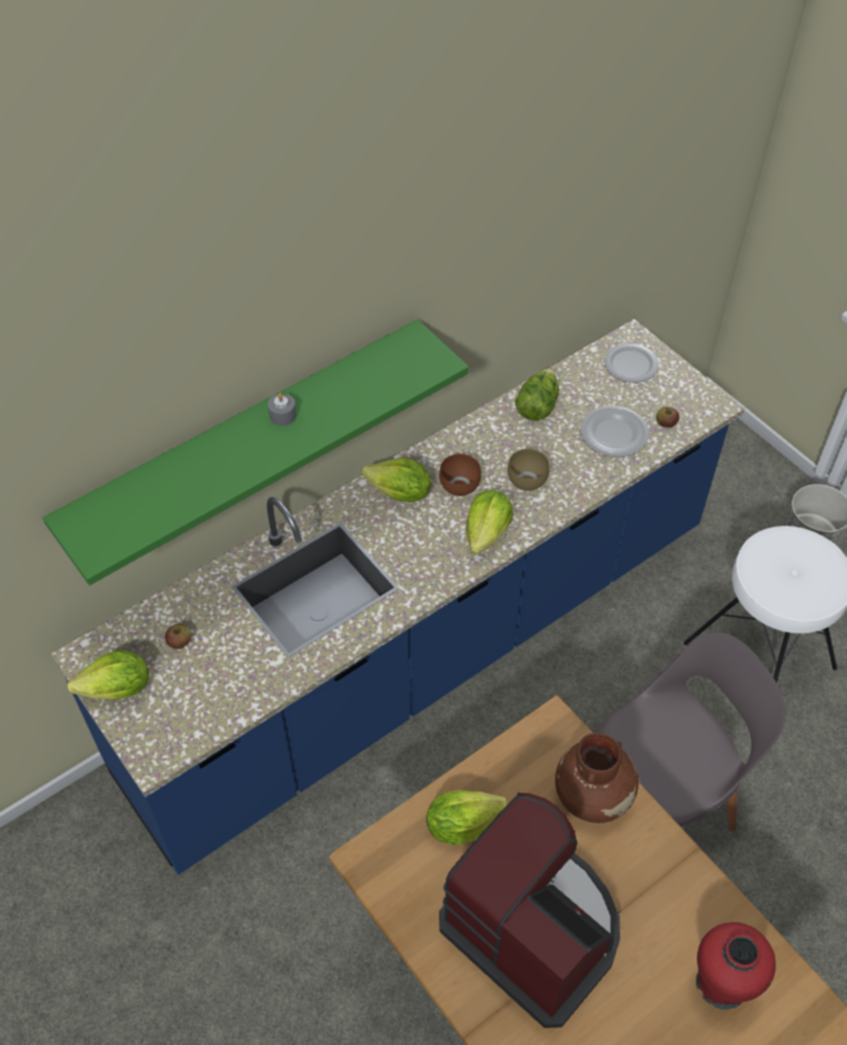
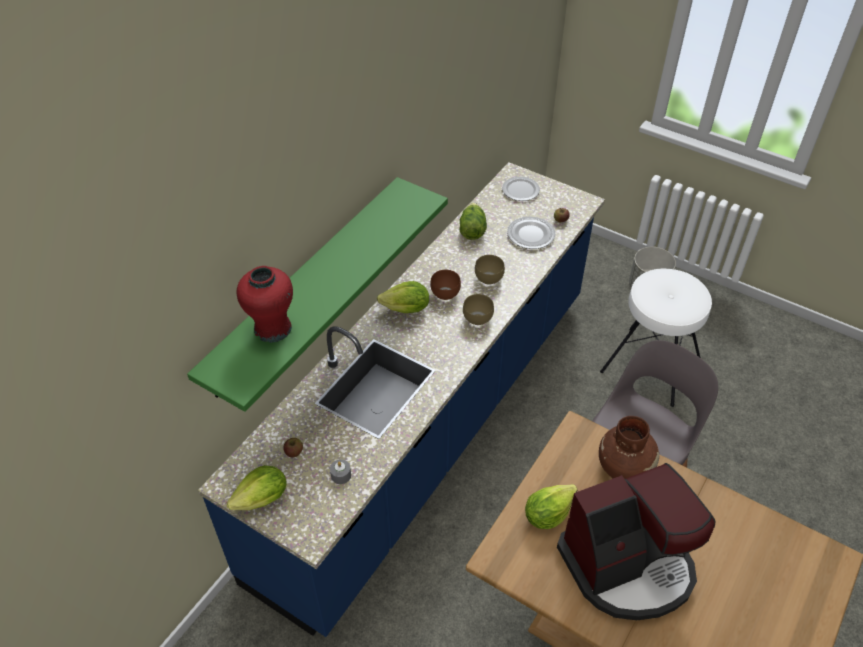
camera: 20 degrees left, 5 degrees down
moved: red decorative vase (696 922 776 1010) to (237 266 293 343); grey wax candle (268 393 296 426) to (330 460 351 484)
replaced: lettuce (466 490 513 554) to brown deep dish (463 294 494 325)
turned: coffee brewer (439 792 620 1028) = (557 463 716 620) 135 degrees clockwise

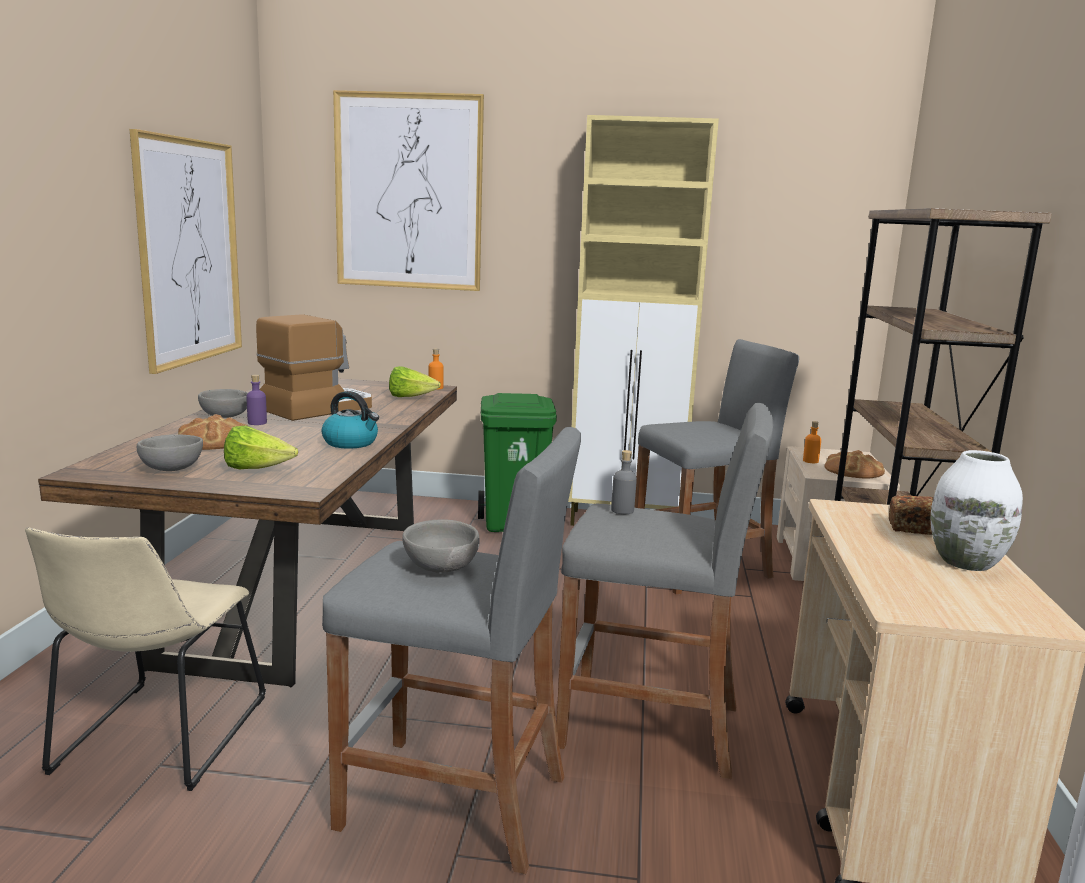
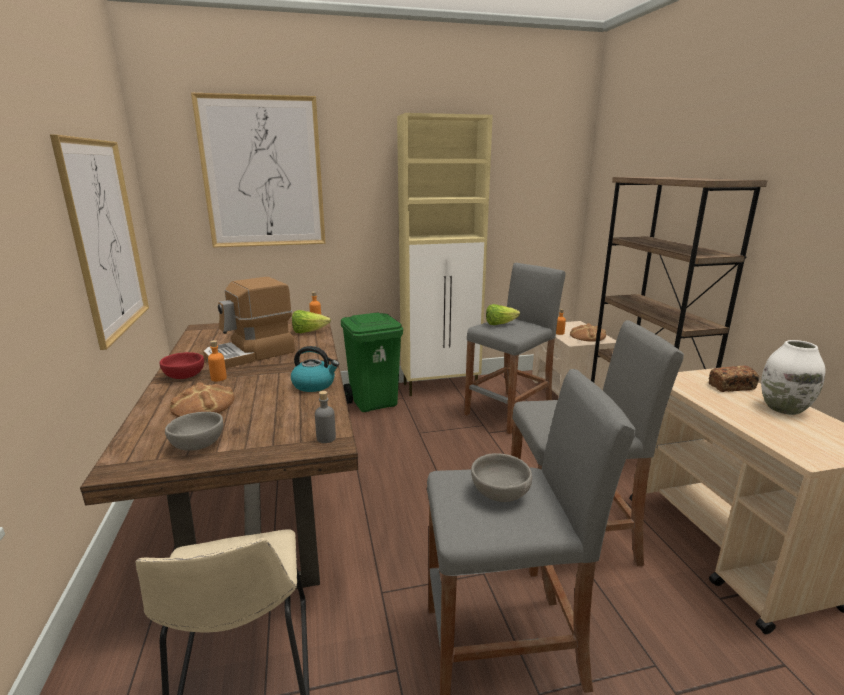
camera: 20 degrees left, 5 degrees up
moved: grey bottle (611 450 637 514) to (315 391 336 443); lettuce (224 425 298 469) to (486 304 520 325)
recoloured: grey deep dish (198 389 248 418) to red deep dish (160 352 204 379); purple-coloured bottle (246 374 267 425) to orange bottle (208 340 227 382)
turned: coffee brewer (256 314 372 421) = (203 277 295 368) 150 degrees counterclockwise

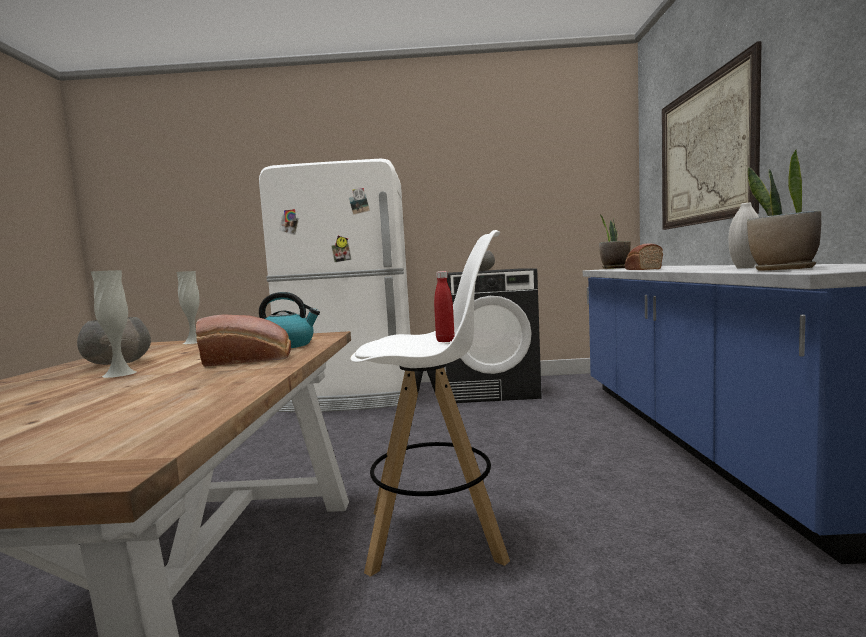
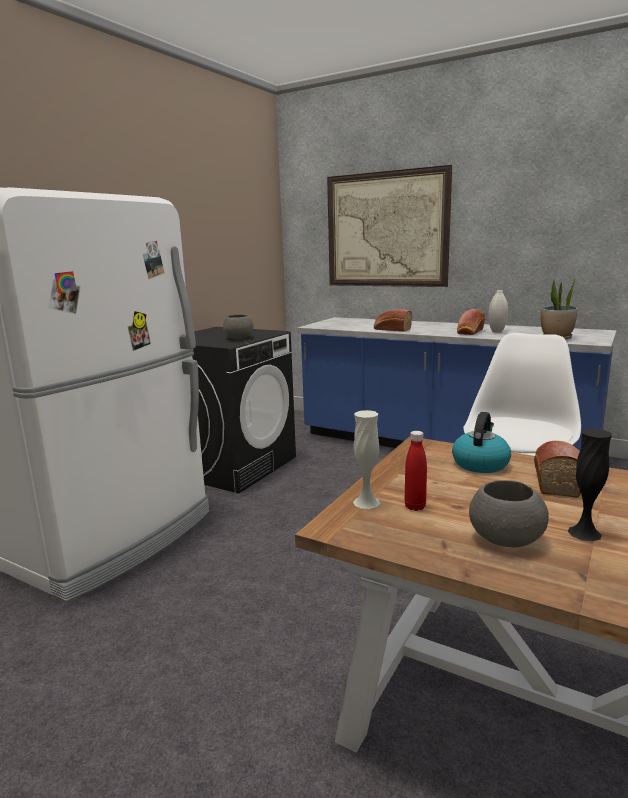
camera: 60 degrees left, 10 degrees up
removed: plant in a pot (599 214 631 269)
added: bread (457 309 485 335)
moved: red bottle (434 271 455 342) to (404 431 427 511)
recoloured: whitish decorative vase (91 270 137 378) to black decorative vase (568 429 612 541)

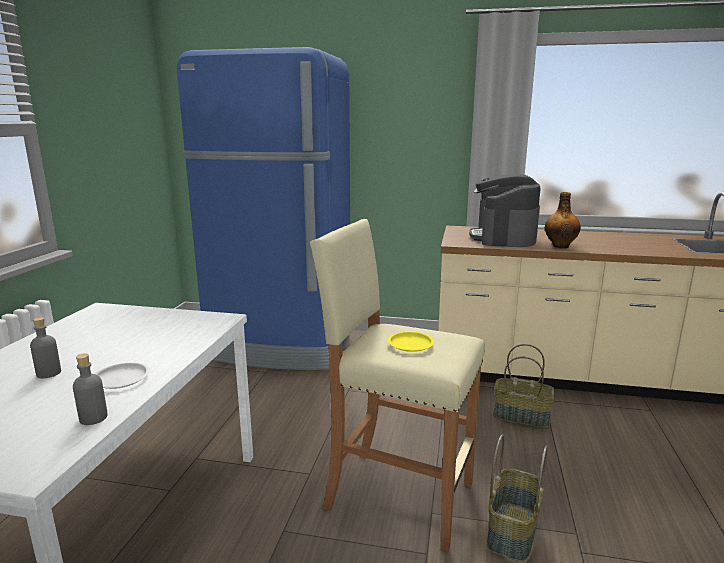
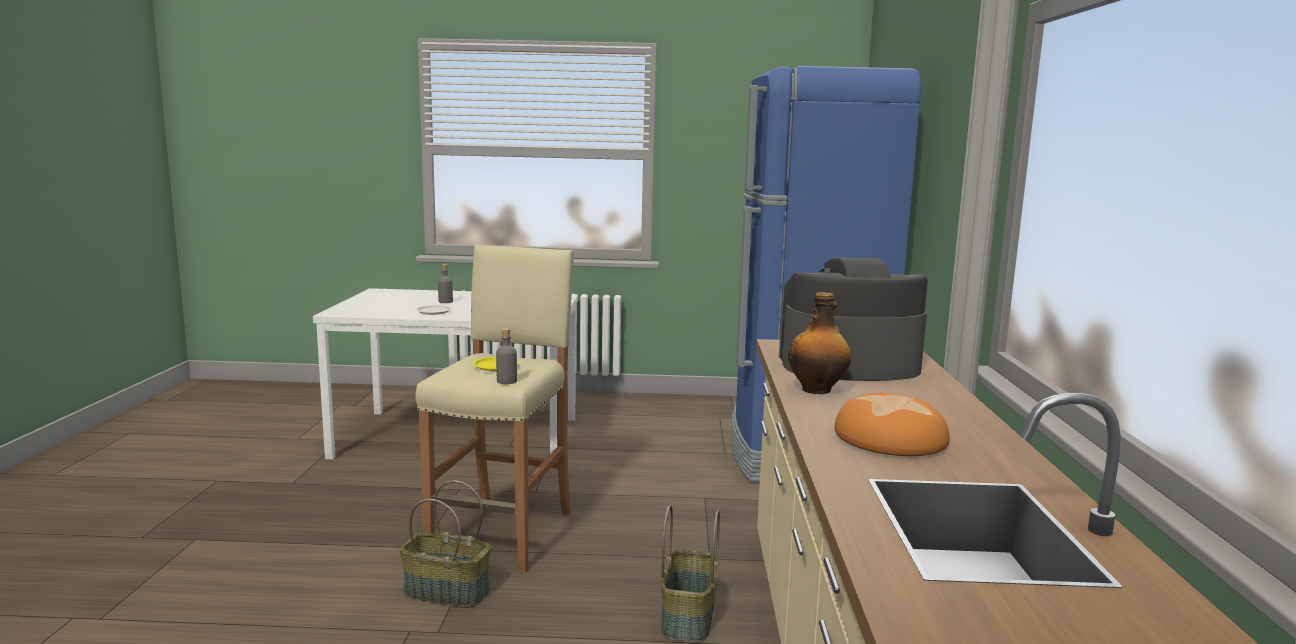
camera: 80 degrees right, 5 degrees down
added: bread (834 393 950 456)
moved: grey bottle (73 353 108 425) to (496 328 517 384)

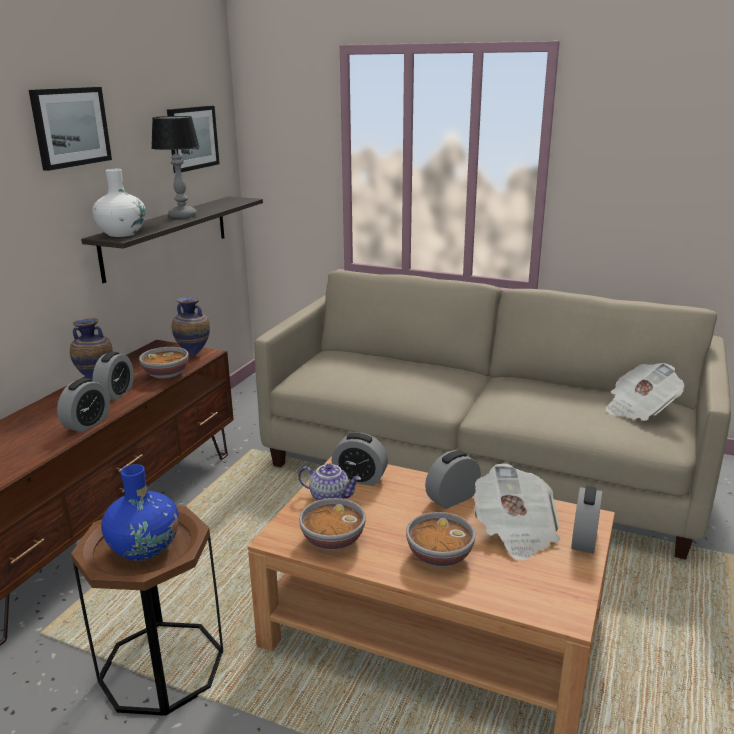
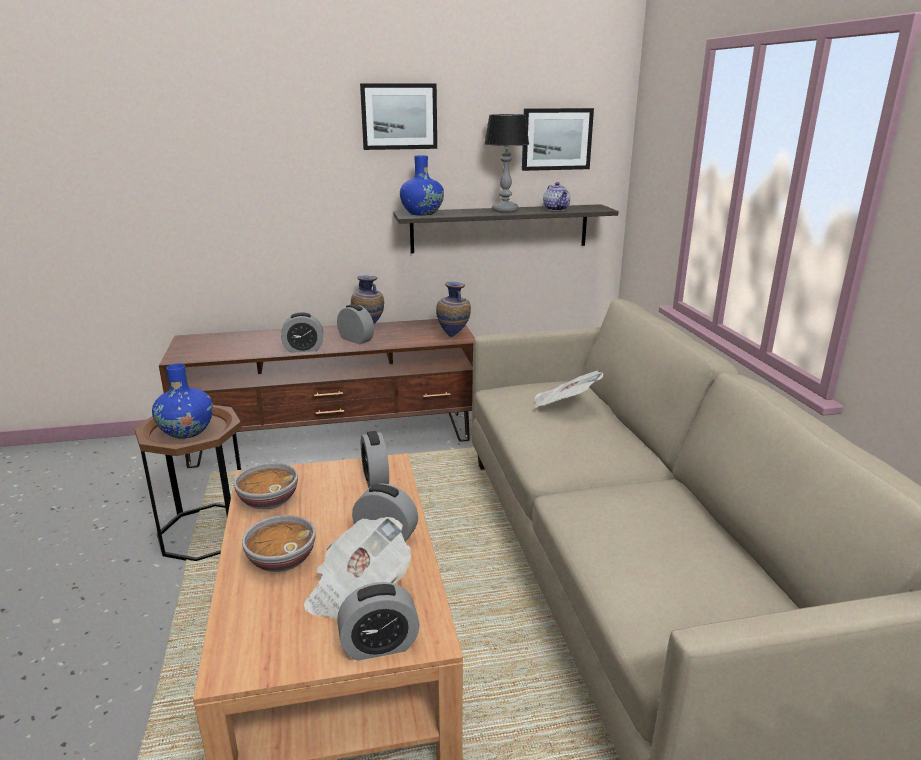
camera: 55 degrees right, 0 degrees up
removed: deep dish (139 347 189 379)
moved: newspaper (605 363 684 421) to (534 371 603 408); pot for tea (298 464 361 501) to (543 182 570 211)
recoloured: whitish decorative vase (92 169 146 237) to blue-coloured decorative vase (400 155 444 216)
turned: bedside clock (92 352 134 401) = (337 304 374 344) 120 degrees counterclockwise

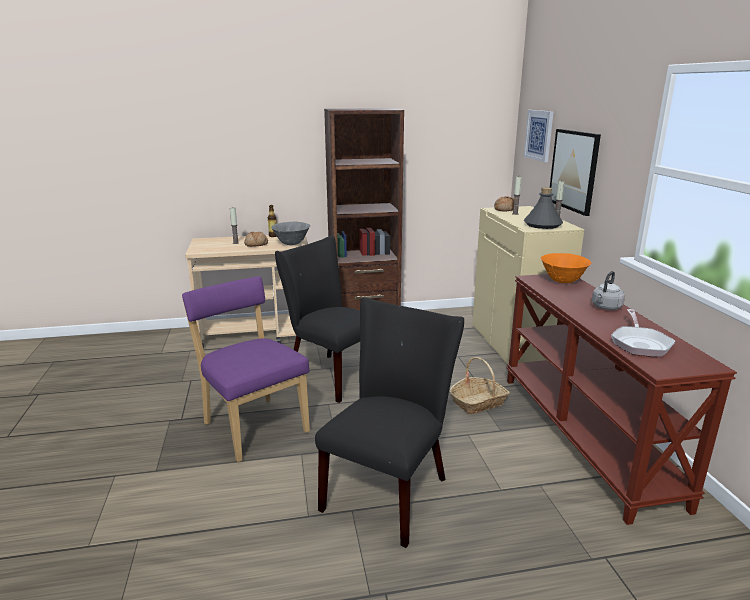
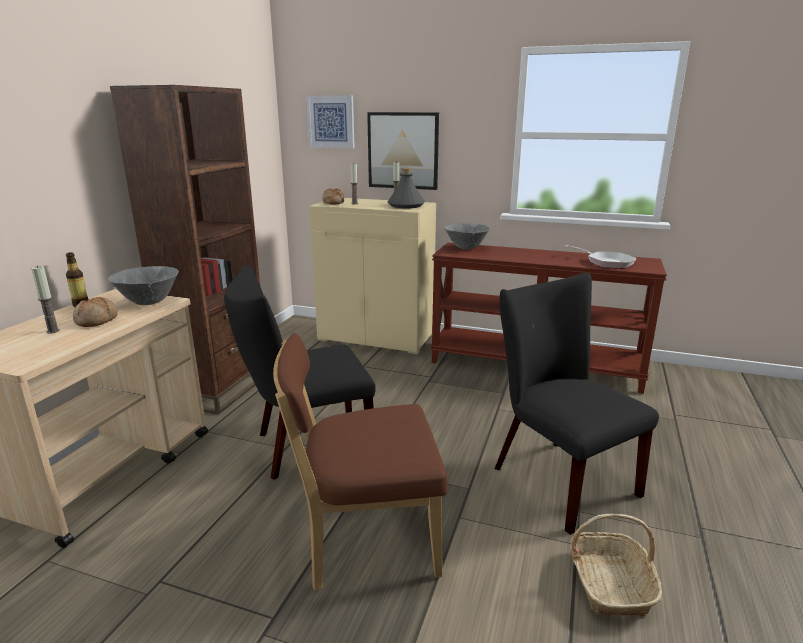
camera: 60 degrees left, 0 degrees up
removed: grey water kettle (592 271 625 310)
moved: storage basket (449 357 510 414) to (570 514 662 616)
recoloured: purple-coloured chair (182 276 310 462) to brown chair (273 333 448 591); orange deep dish (541 253 591 283) to grey deep dish (444 223 490 249)

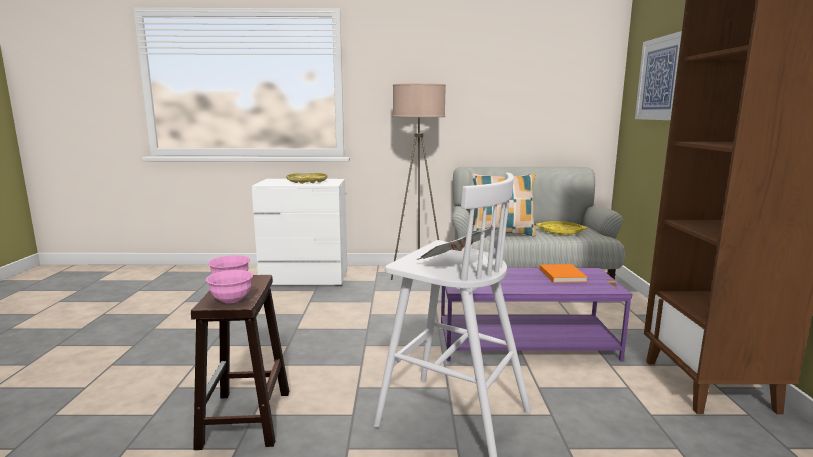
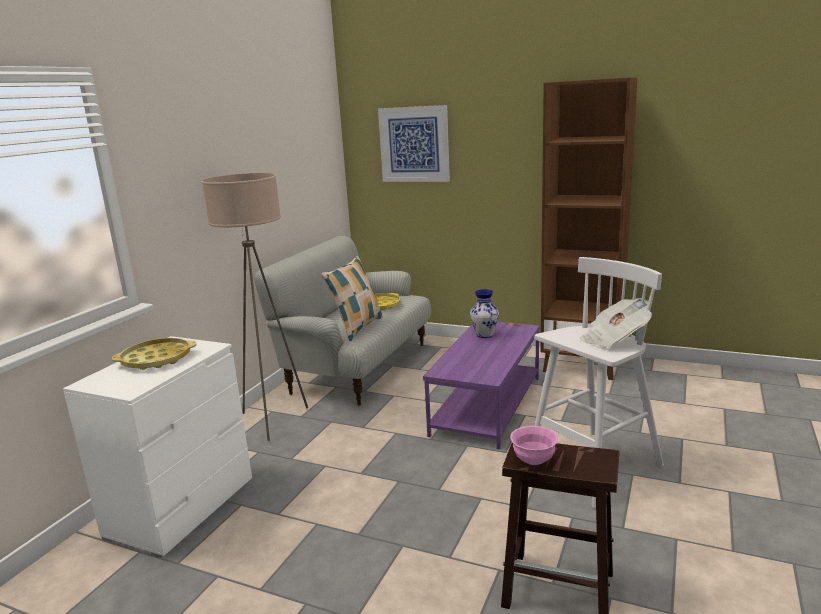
camera: 65 degrees left, 5 degrees up
removed: pink-coloured deep dish (206 270 253 304)
replaced: orange bound book (540 264 588 283) to decorative vase (470 289 499 338)

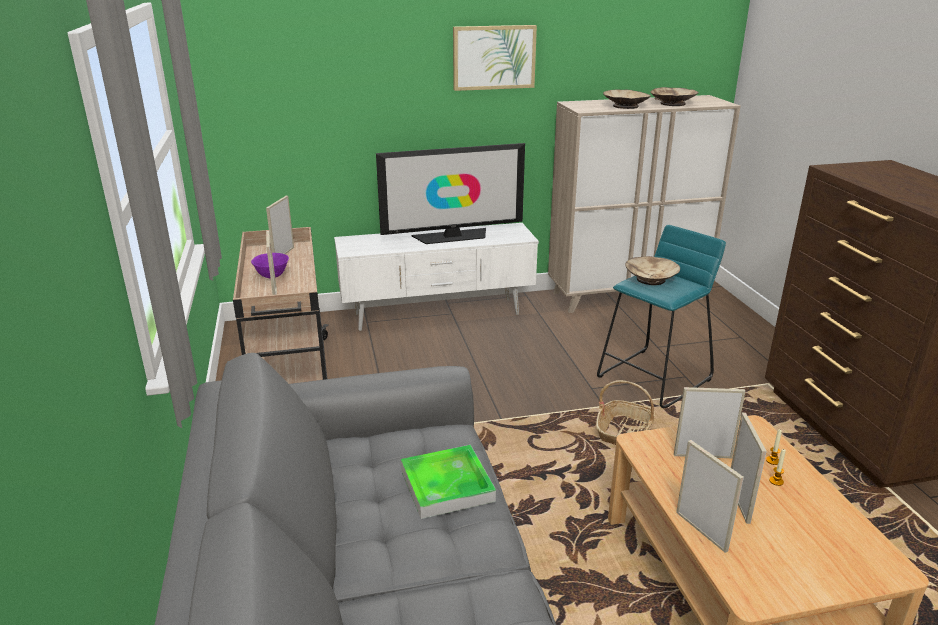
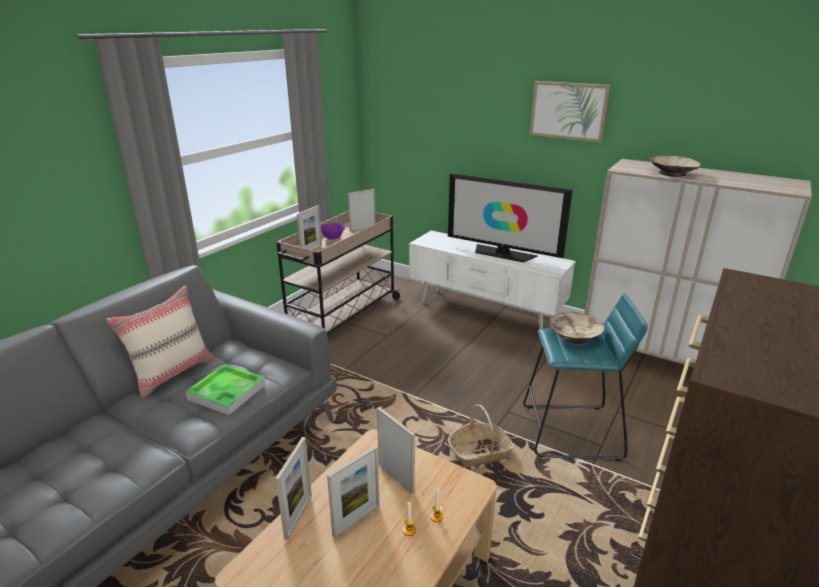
camera: 45 degrees right, 0 degrees up
removed: beige-coloured deep dish (651 87 699 106)
added: beige-coloured throw pillow (106 286 215 398)

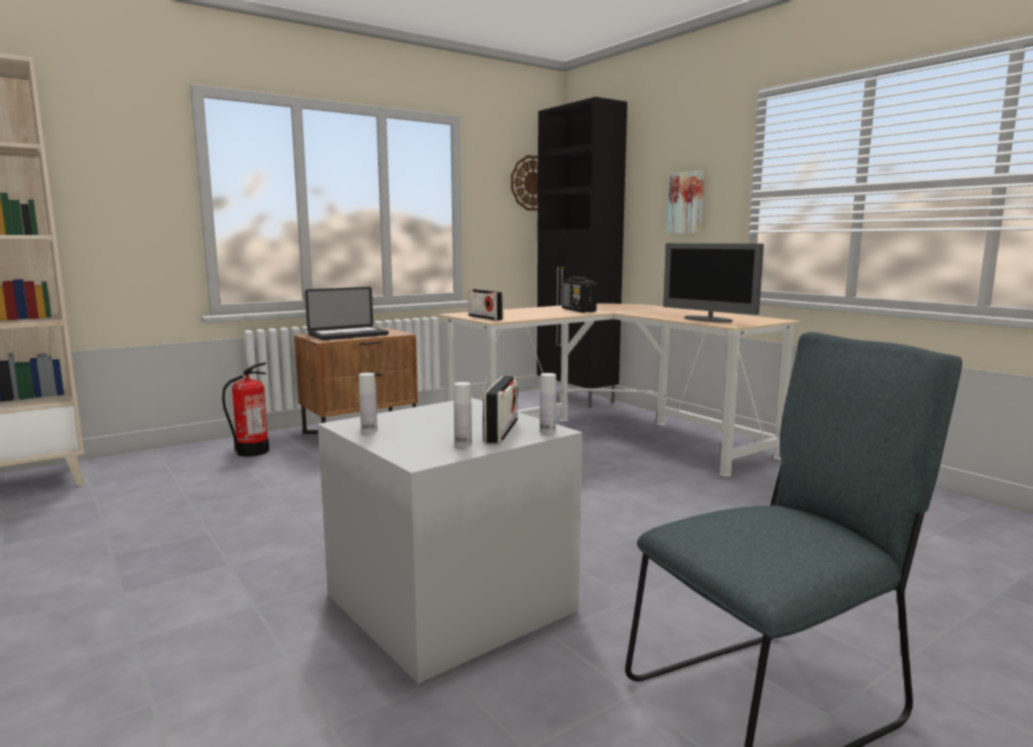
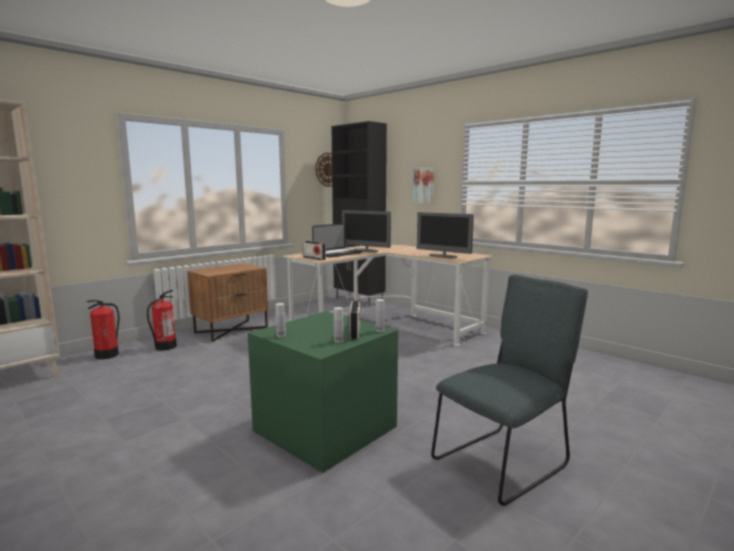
camera: 10 degrees left, 0 degrees up
added: fire-fighting cylinder (86 300 120 359)
moved: notebook computer (305 287 389 340) to (312 223 362 258)
replaced: radio (562 277 597 313) to monitor (342 210 391 252)
recoloured: grey storage bin (318 398 582 684) to green storage bin (248 311 398 473)

